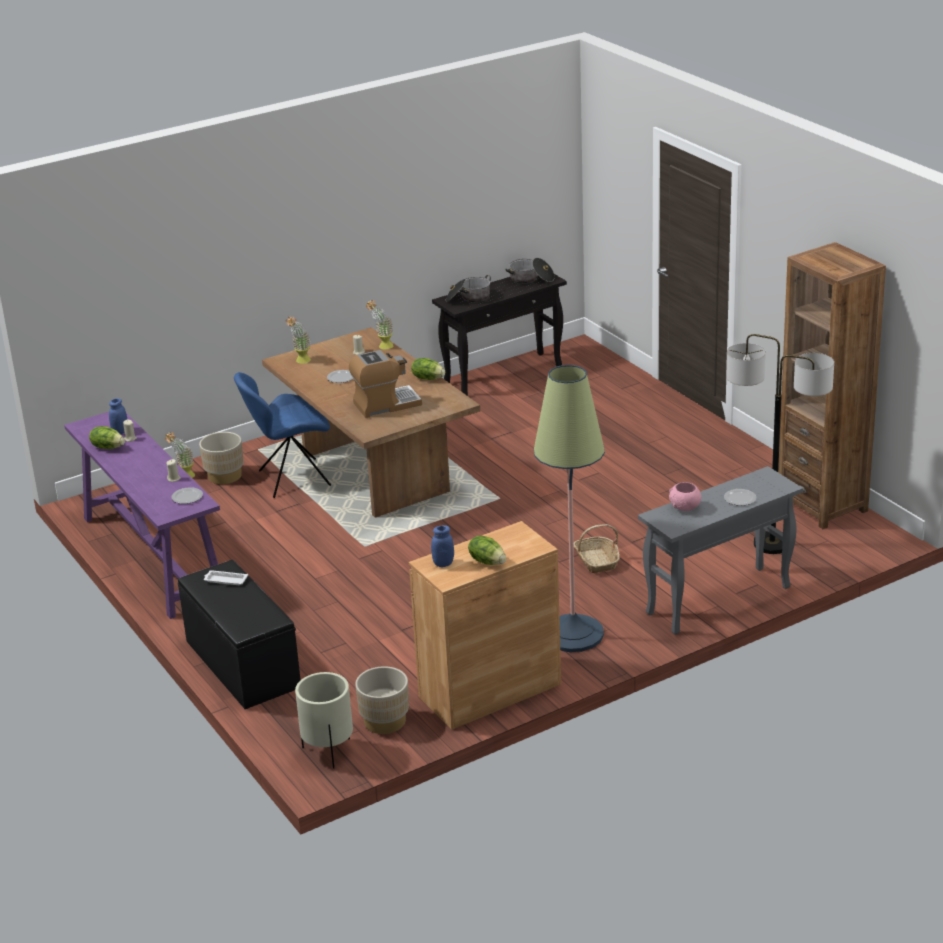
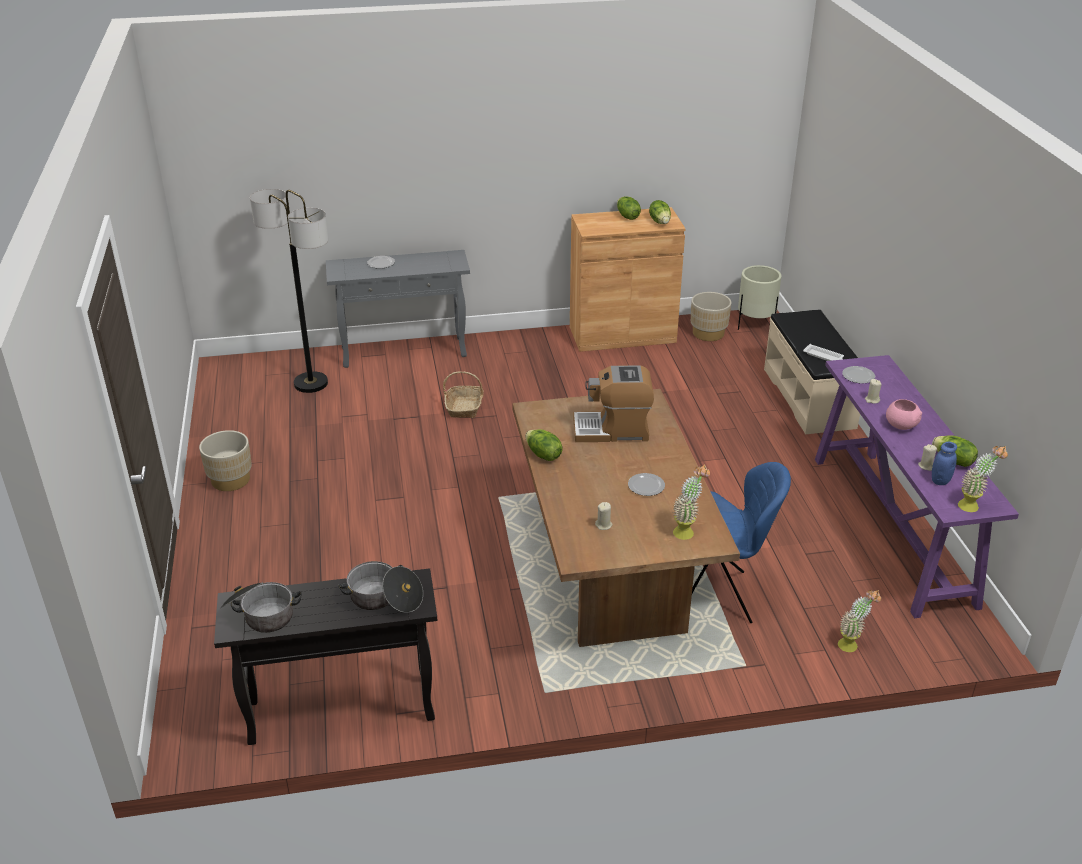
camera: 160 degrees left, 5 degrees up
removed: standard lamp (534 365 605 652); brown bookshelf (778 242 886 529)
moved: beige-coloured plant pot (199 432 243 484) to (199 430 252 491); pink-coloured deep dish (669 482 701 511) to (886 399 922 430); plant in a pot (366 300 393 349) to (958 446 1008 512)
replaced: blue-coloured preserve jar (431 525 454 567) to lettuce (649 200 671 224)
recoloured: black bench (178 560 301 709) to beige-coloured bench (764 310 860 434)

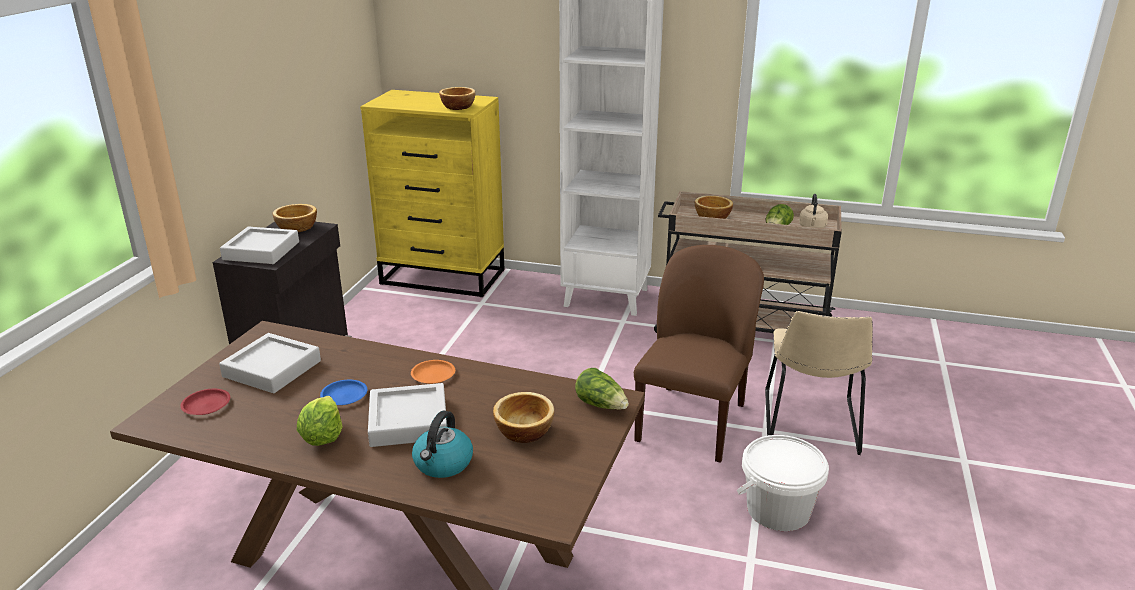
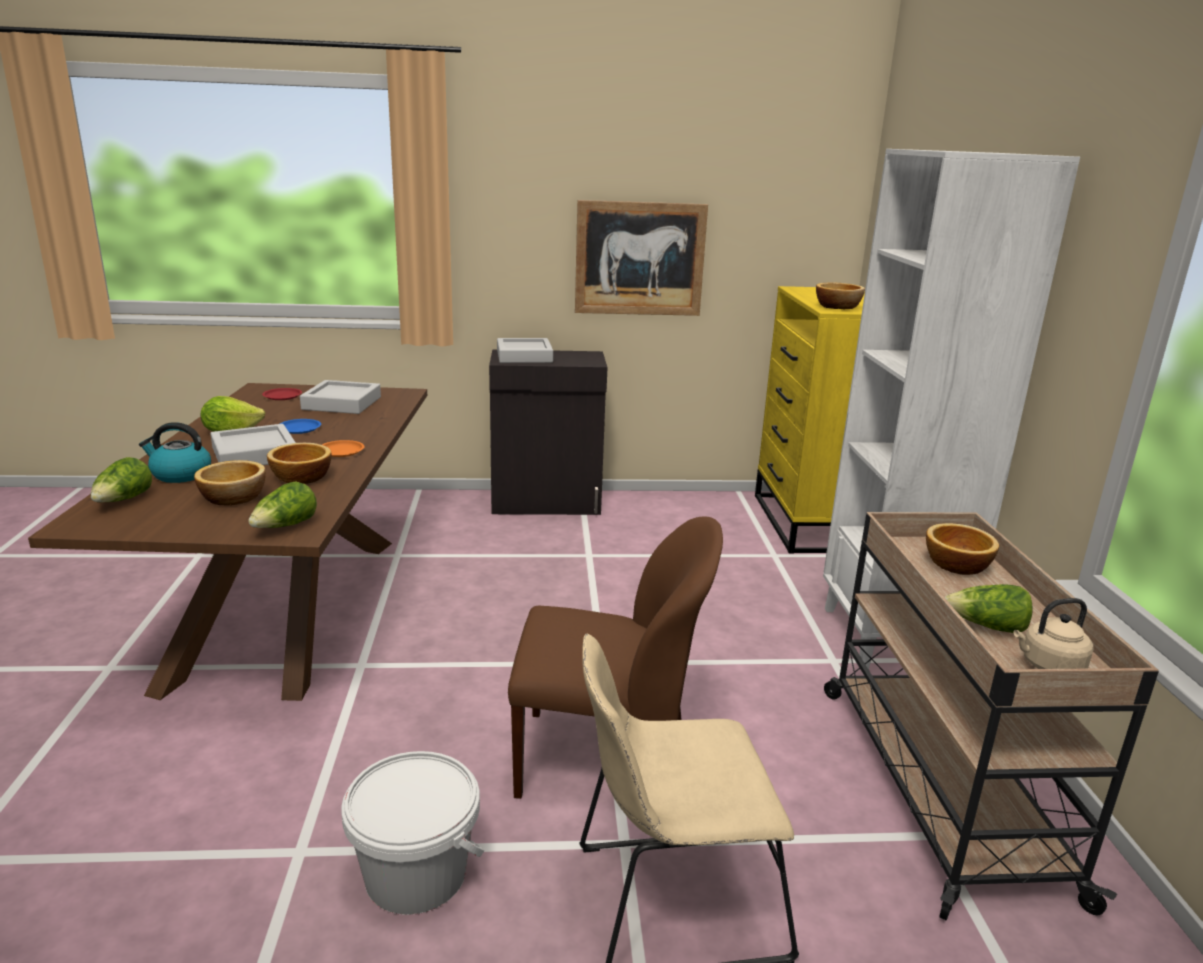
camera: 70 degrees right, 5 degrees down
added: lettuce (91 457 152 503); wall picture (575 200 708 316)
moved: deep dish (273 204 317 232) to (267 443 331 484)

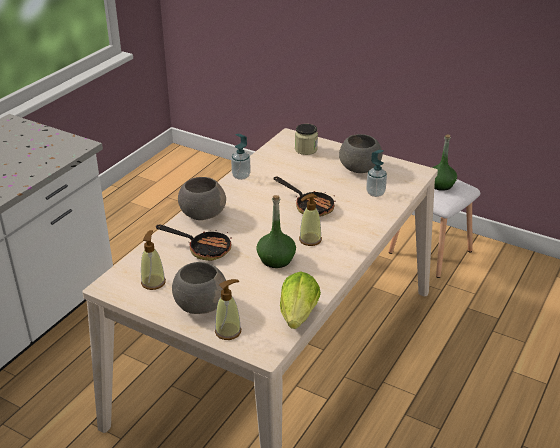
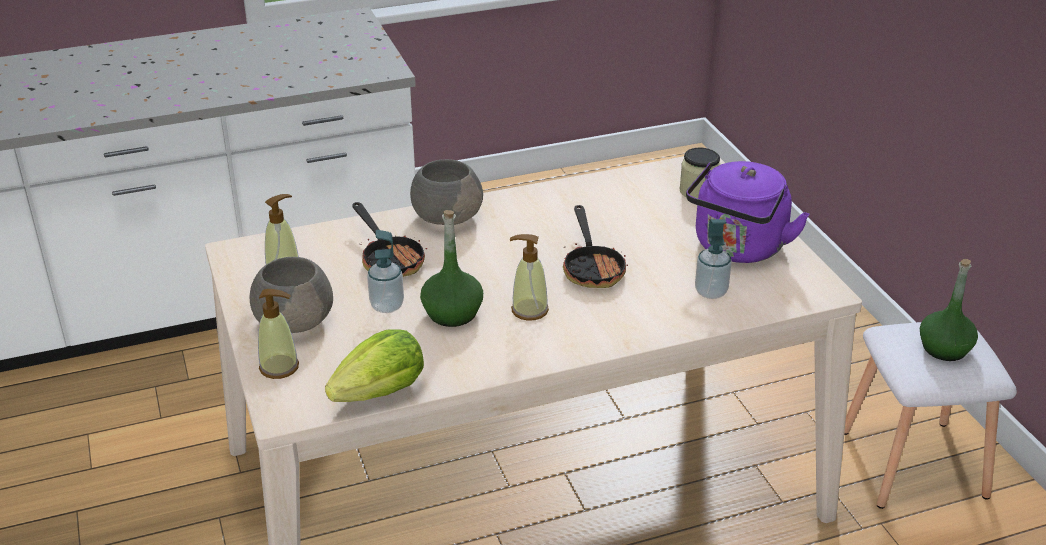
camera: 40 degrees right, 0 degrees up
moved: liquid soap bottle (231 134 251 180) to (367 230 404 313)
replaced: grey deep dish (339 134 383 173) to purple-coloured water kettle (686 161 810 263)

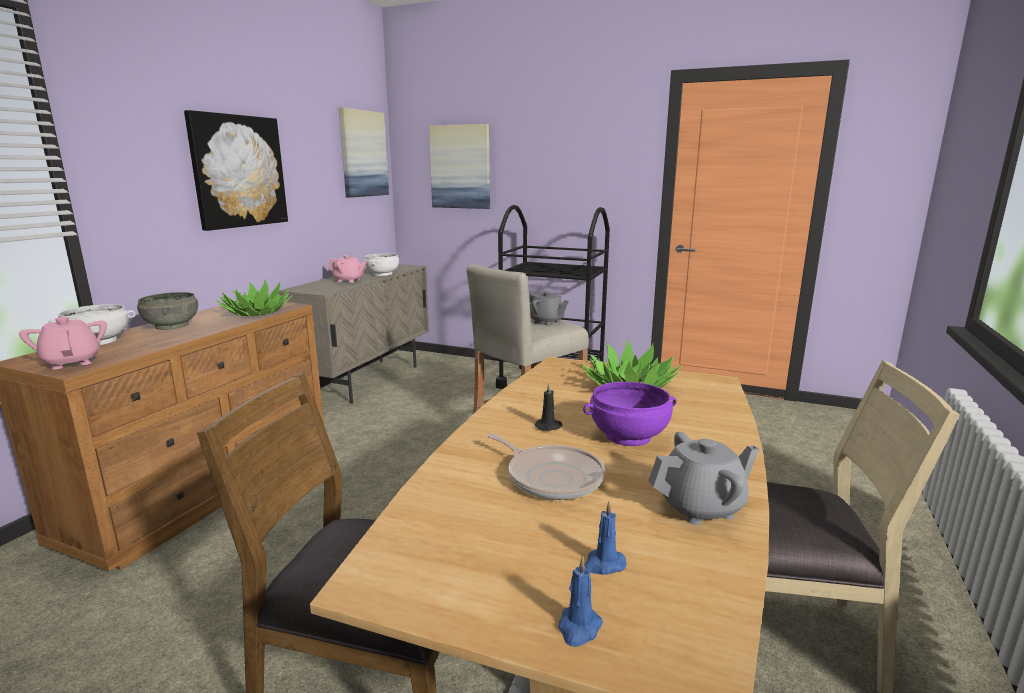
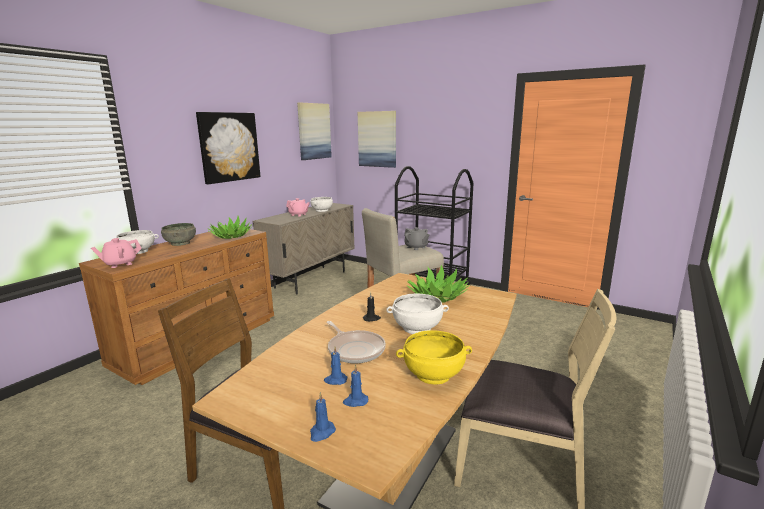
camera: 10 degrees right, 0 degrees up
added: blue-coloured wax candle (324 347 347 385)
replaced: grey pot for tea (648 432 759 525) to yellowish deep dish (396 330 472 385)
recoloured: purple-coloured deep dish (583 382 677 446) to whitish deep dish (386 294 449 334)
turned: pink-coloured pot for tea (19 317 107 369) = (91 238 142 268) 105 degrees counterclockwise

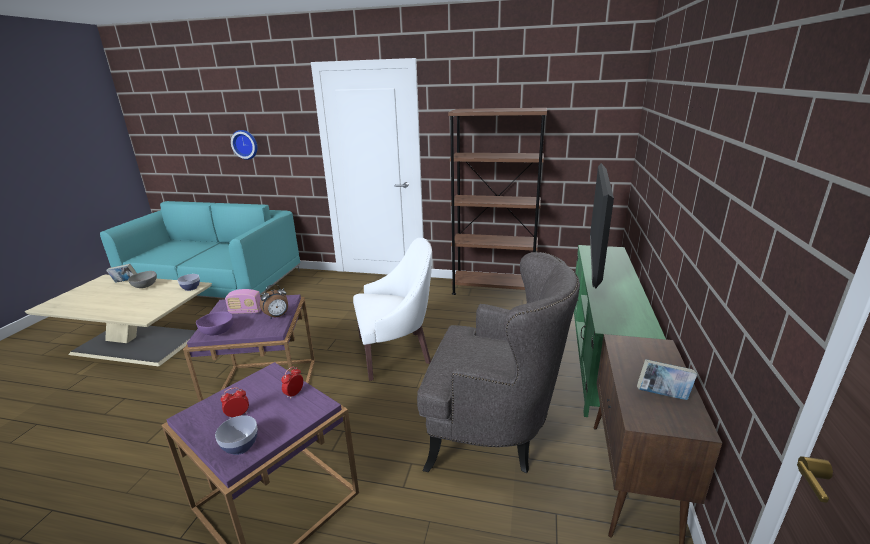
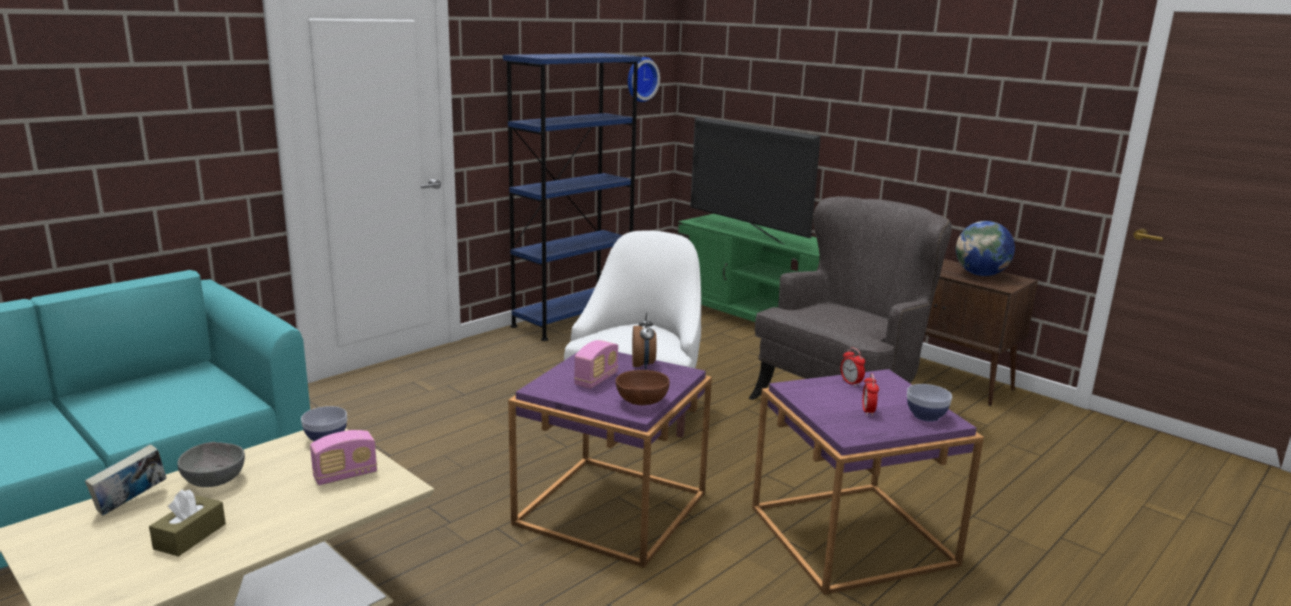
camera: 60 degrees left, 5 degrees down
added: brown tissue box (149 489 226 557); radio (310 430 377 485)
moved: clock on the wall (231 130 257 160) to (628 57 660 102)
replaced: bound book (637 359 697 400) to world globe (956 221 1015 276)
recoloured: brown bookshelf (448 108 547 295) to blue-coloured bookshelf (503 53 642 341); purple-coloured deep dish (196 311 234 335) to brown deep dish (616 370 670 405)

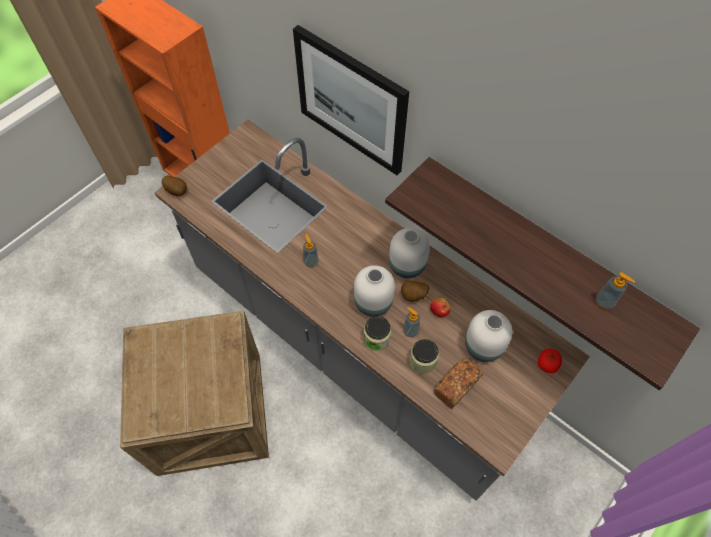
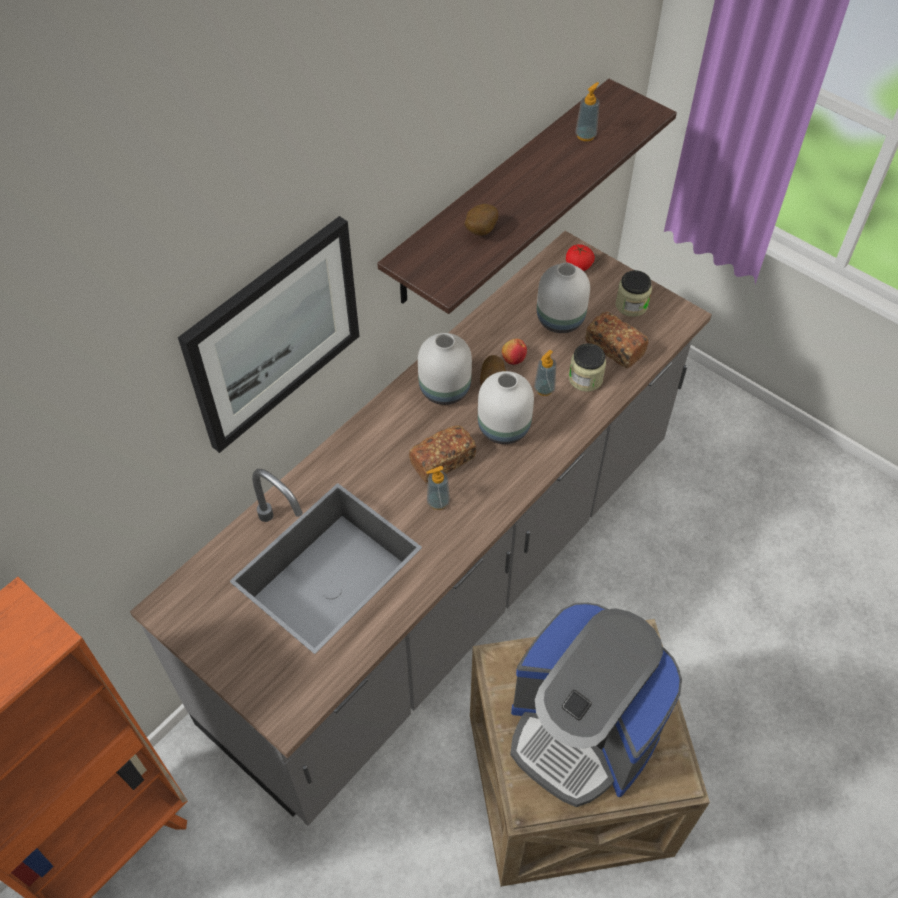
camera: 90 degrees left, 5 degrees down
added: bread (409 425 476 483); coffee brewer (510 603 682 807)
moved: whole potato (162 175 187 196) to (465 204 498 236); preserve jar (363 316 391 351) to (615 270 652 317)

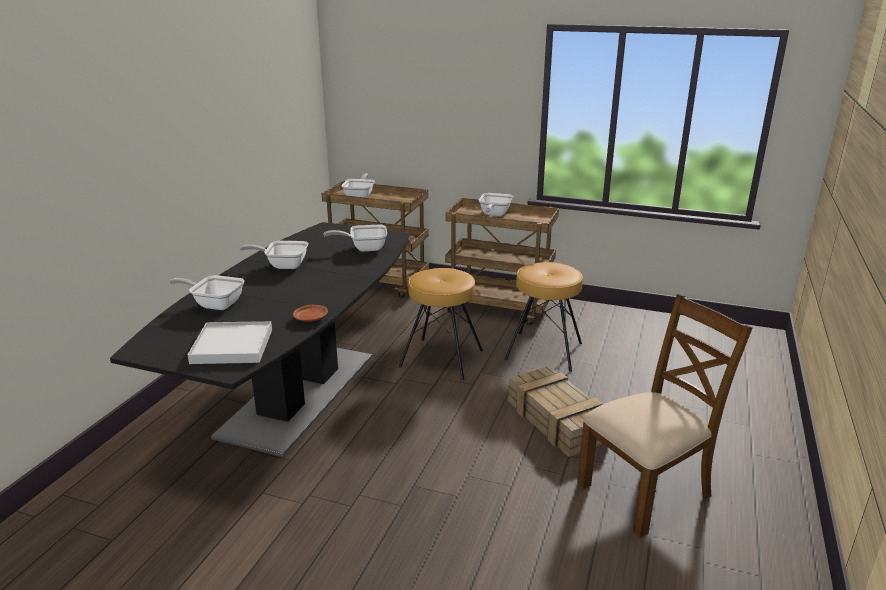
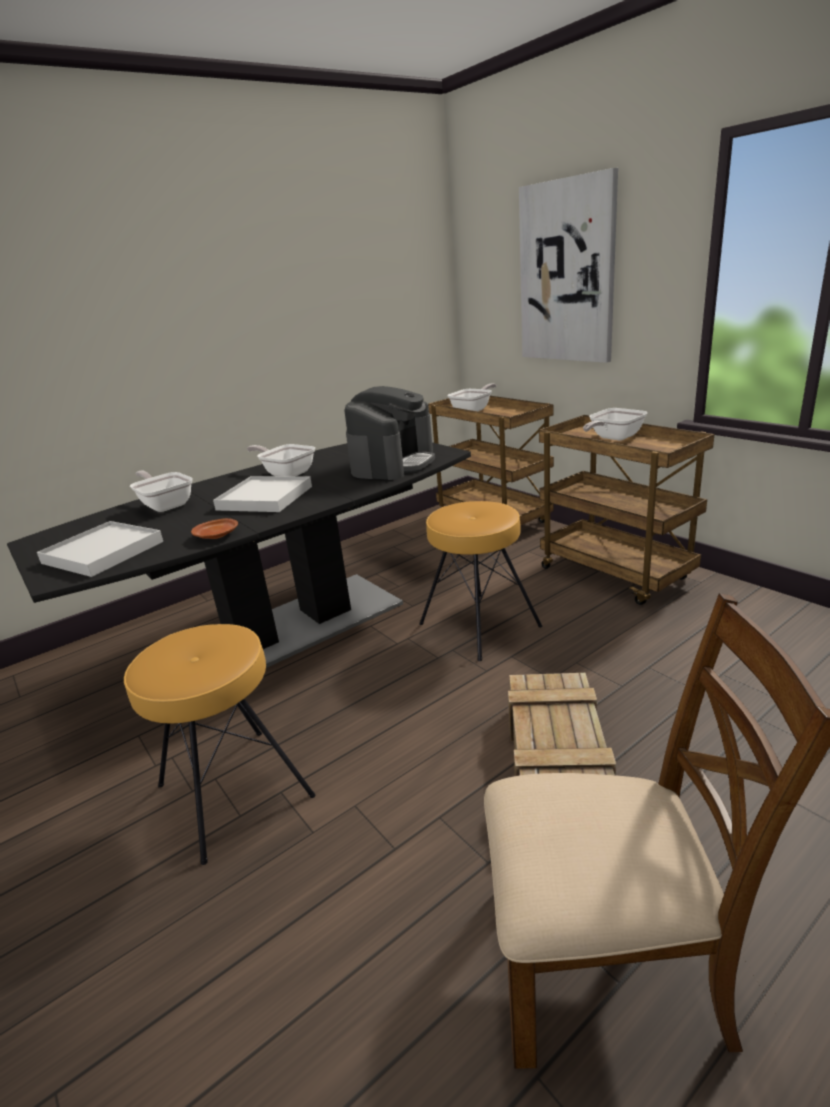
camera: 35 degrees right, 0 degrees up
added: whitish carrying tray (213 476 312 512); wall picture (519 168 618 363)
moved: brown sitting stool (504 262 583 372) to (124 624 316 865)
replaced: frying pan (323 225 387 251) to coffee brewer (344 386 435 480)

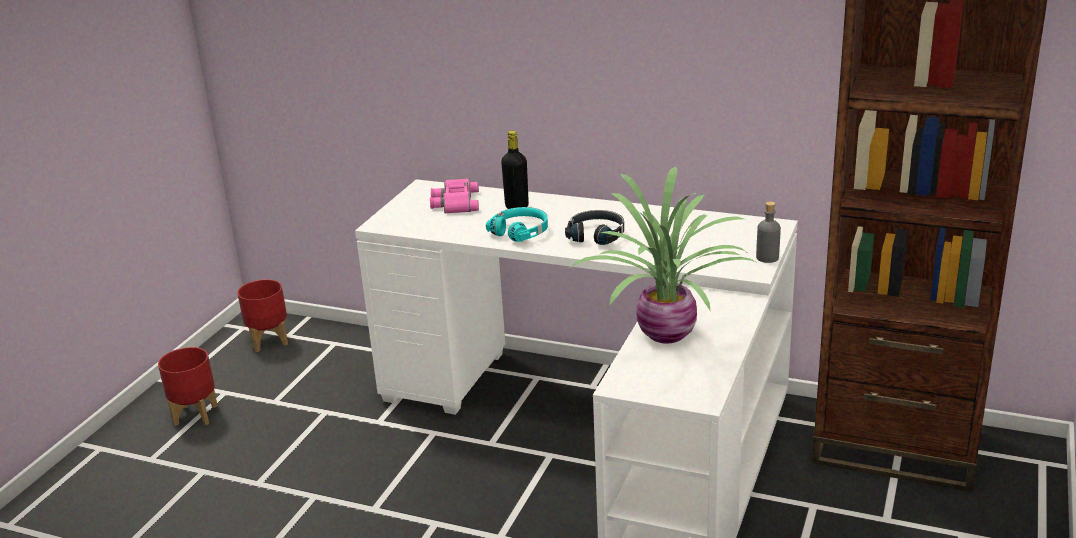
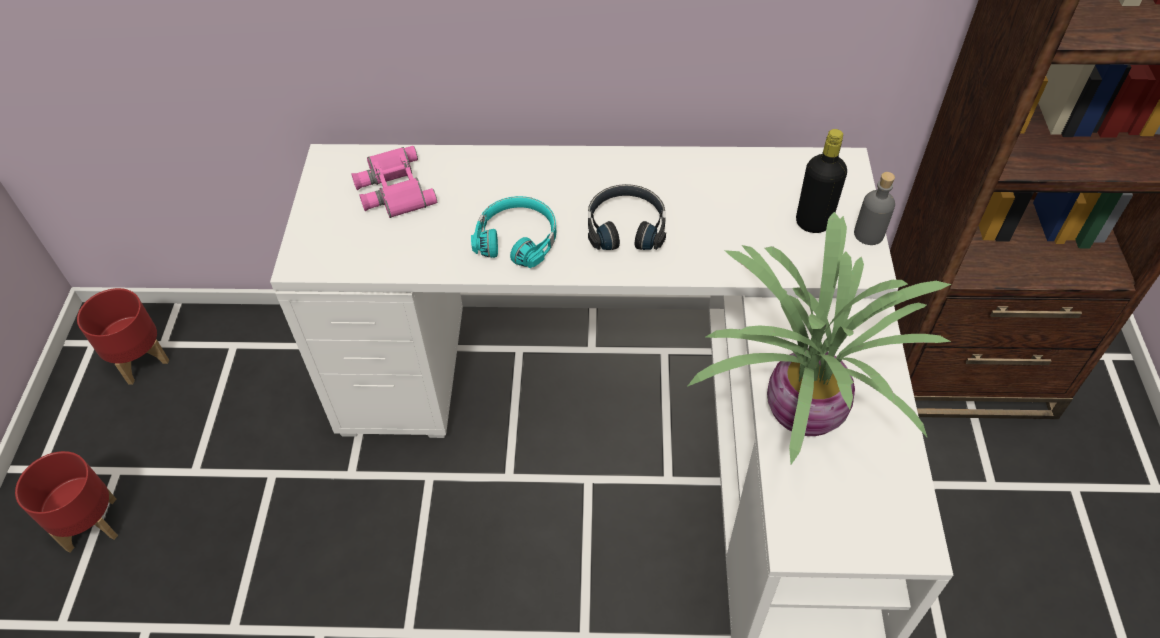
camera: 20 degrees left, 25 degrees up
moved: black bottle (501 131 529 209) to (796 129 847 233)

